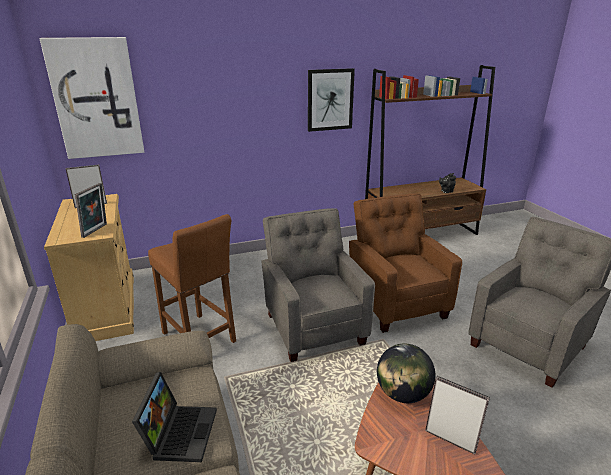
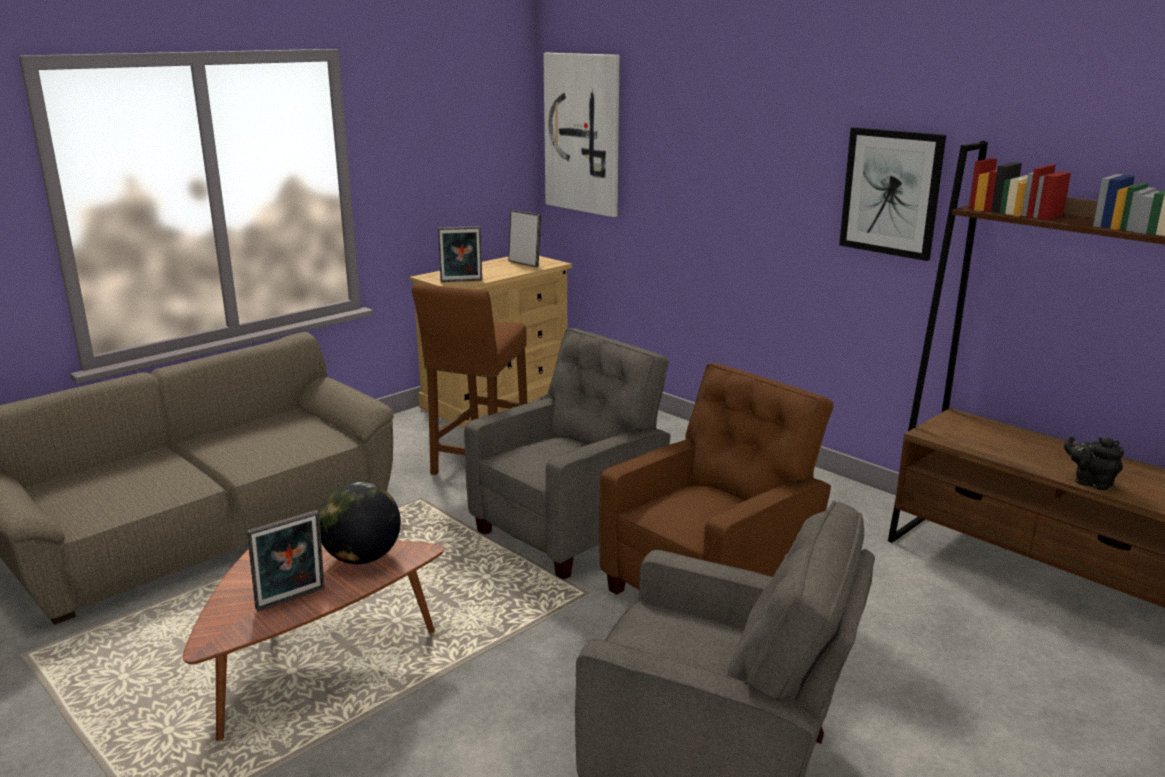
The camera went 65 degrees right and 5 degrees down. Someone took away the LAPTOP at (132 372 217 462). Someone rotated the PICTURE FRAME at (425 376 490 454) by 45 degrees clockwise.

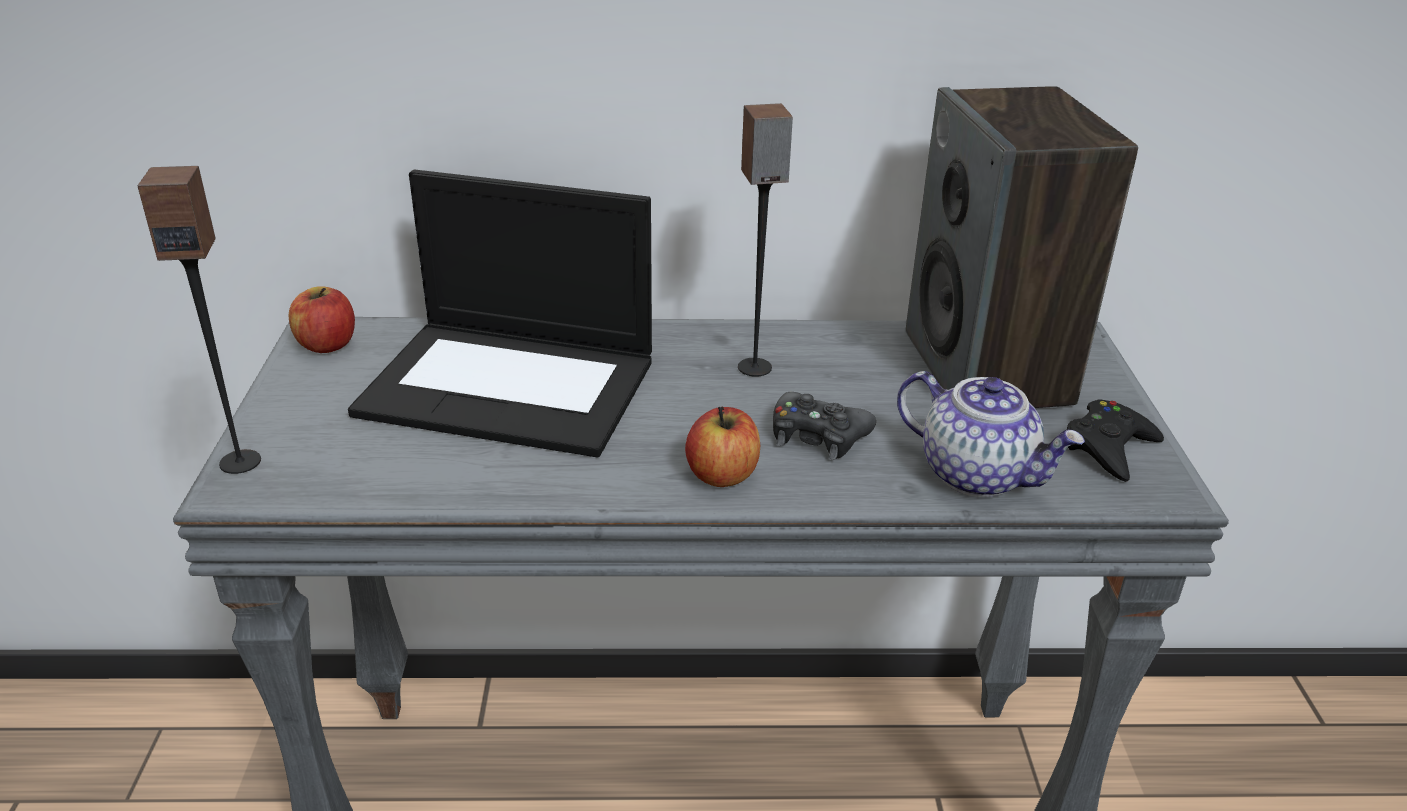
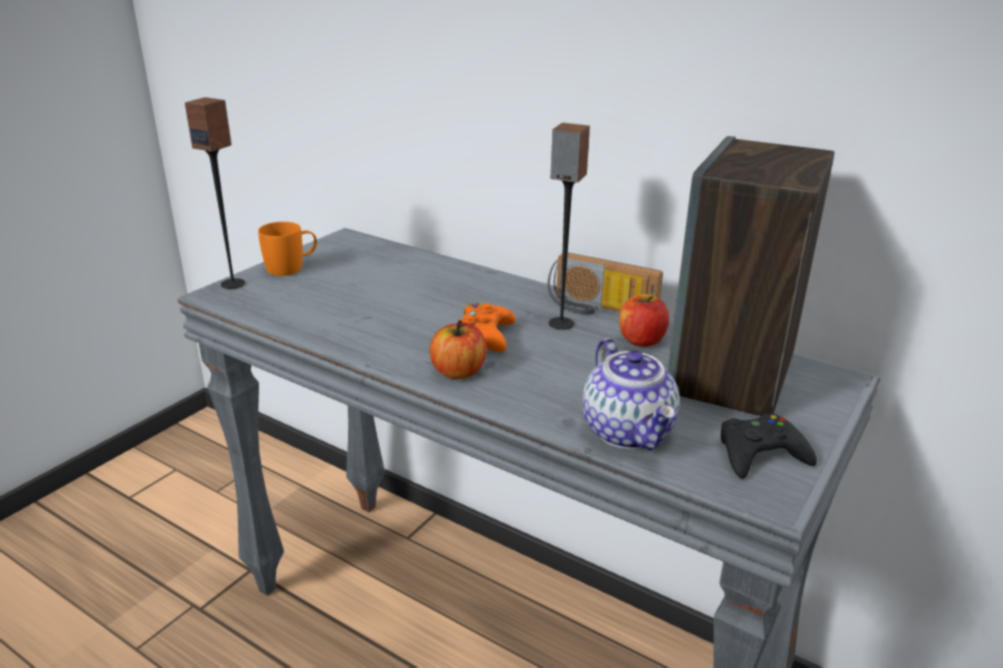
The camera went 35 degrees right and 5 degrees down. Someone took away the LAPTOP at (348 169 652 457). Someone took away the BLACK GAME CONTROLLER at (773 392 876 460). Someone put down the ORANGE MUG at (258 222 317 276). Someone put down the ORANGE GAME CONTROLLER at (461 303 515 352). Someone put down the RADIO at (548 253 663 315). Someone carried the APPLE from (288 286 355 353) to (619 294 669 346).

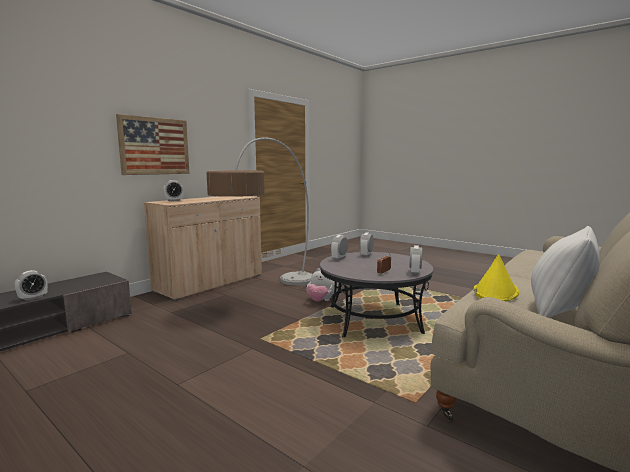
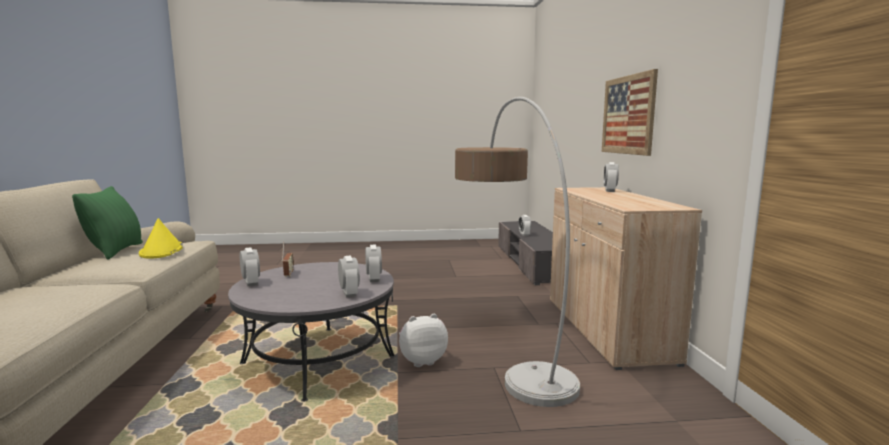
The camera went 135 degrees right and 0 degrees up. Someone repainted the WHITE PILLOW at (531 226 600 318), which became the GREEN PILLOW at (72 186 143 260).

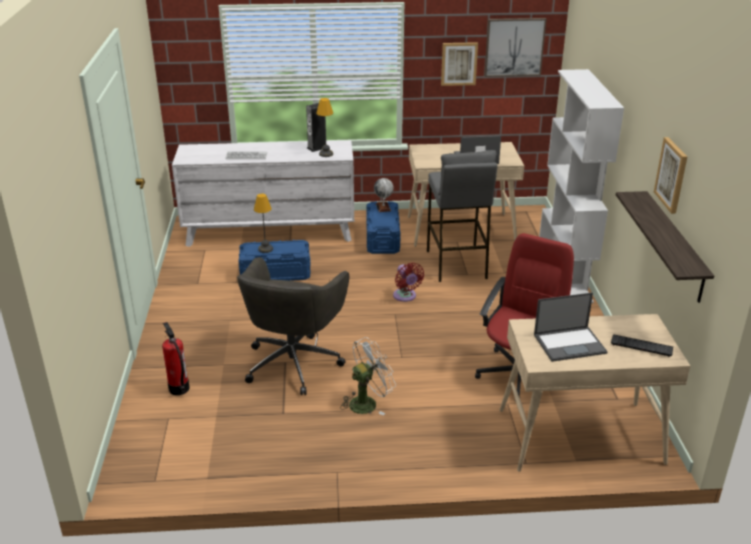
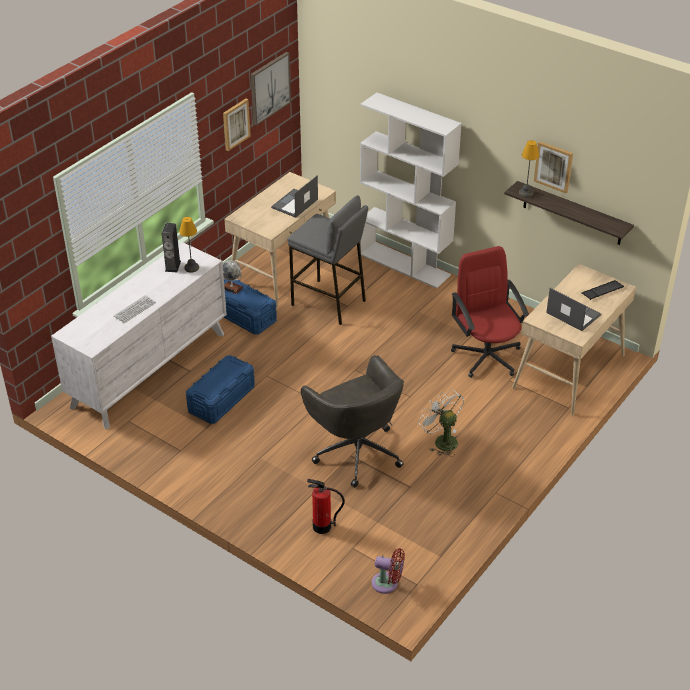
The camera went 50 degrees left and 10 degrees up. Someone carried the TABLE LAMP from (254 194 273 253) to (519 140 539 198). Someone carried the RED FAN from (393 263 424 302) to (372 548 405 594). Someone rotated the WHITE FAN at (340 337 396 415) by 45 degrees counterclockwise. Someone rotated the LAPTOP at (534 292 608 362) by 75 degrees counterclockwise.

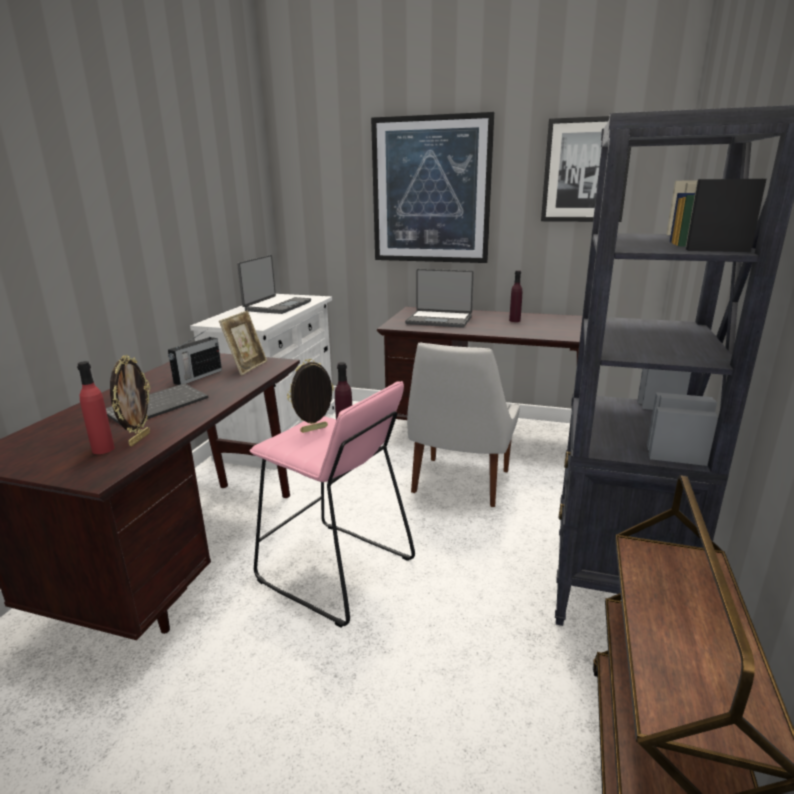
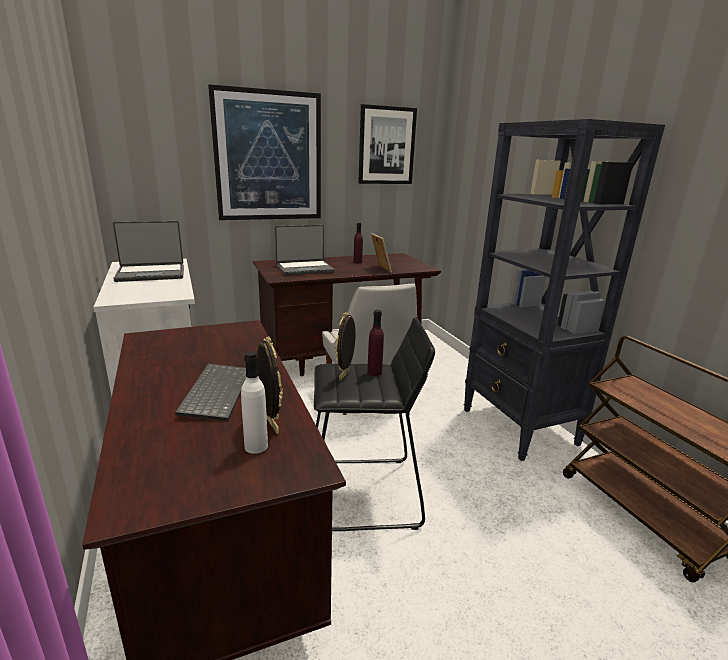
The camera went 40 degrees left and 0 degrees up. Someone took away the RADIO at (168 331 222 385). Someone carried the PICTURE FRAME from (219 310 267 376) to (371 233 392 273). Someone repainted the RED BOTTLE at (77 361 115 454), which became the WHITE BOTTLE at (241 351 268 454). Someone repainted the PINK STOOL at (250 381 415 628), which became the BLACK STOOL at (314 317 435 531). Someone rotated the LAPTOP at (237 255 311 314) by 90 degrees clockwise.

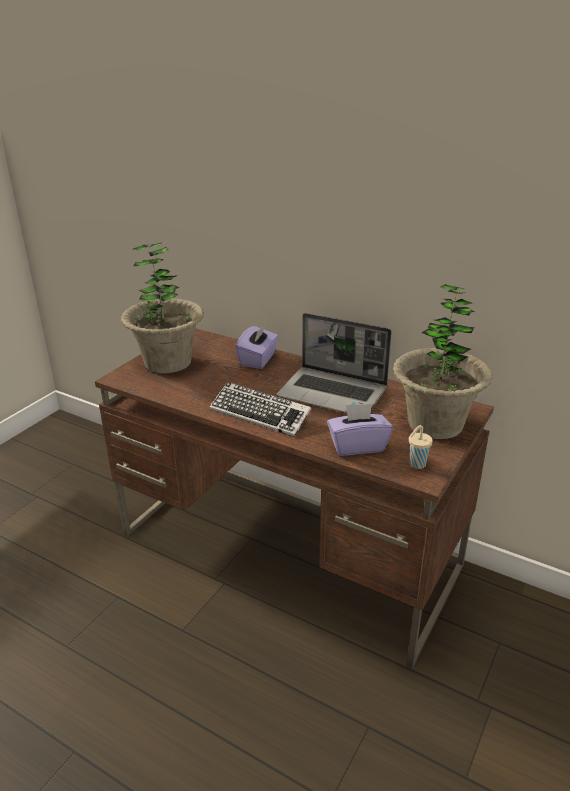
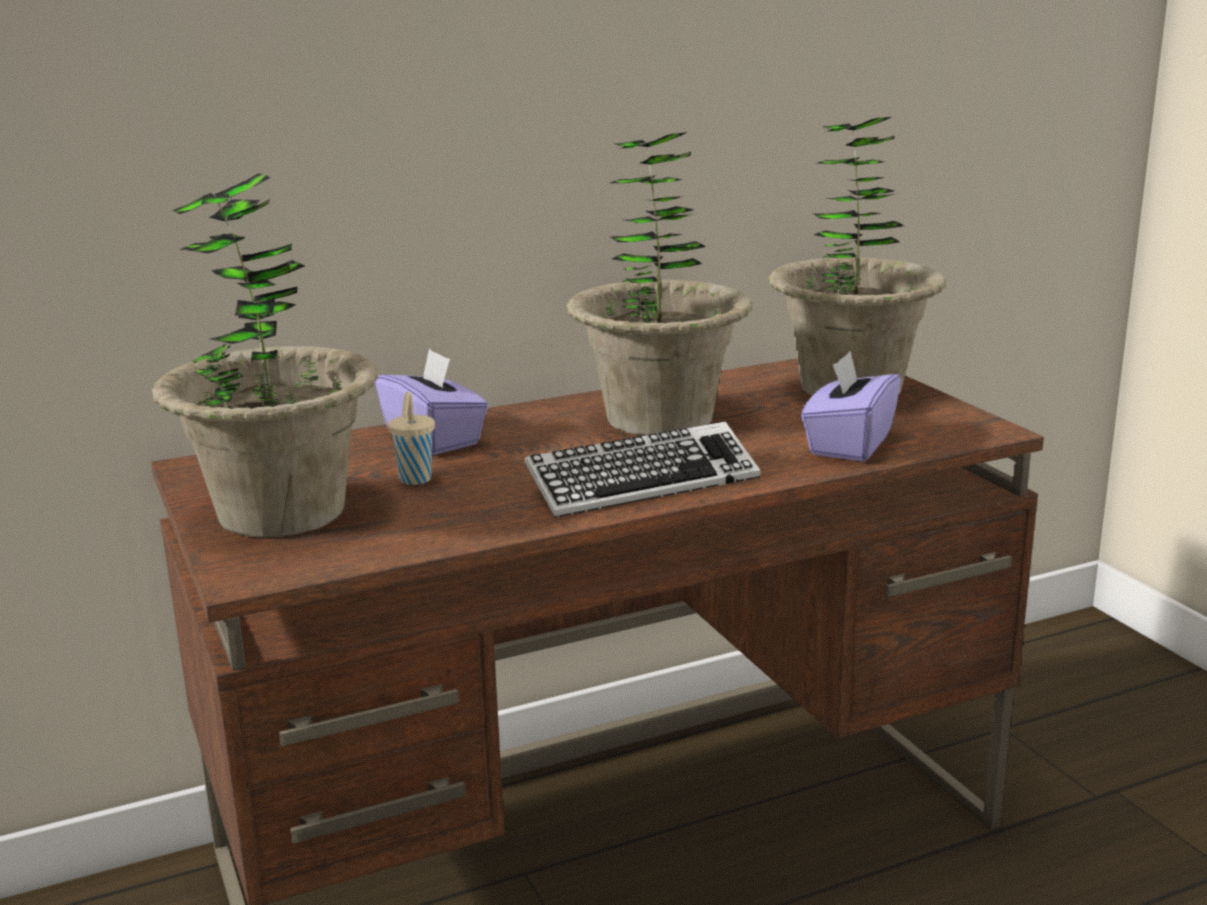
The camera went 55 degrees left and 10 degrees down. Someone carried the BEIGE CUP from (409 425 433 469) to (388 392 435 485). Someone swapped the LAPTOP at (276 313 392 413) for the POTTED PLANT at (567 132 752 436).

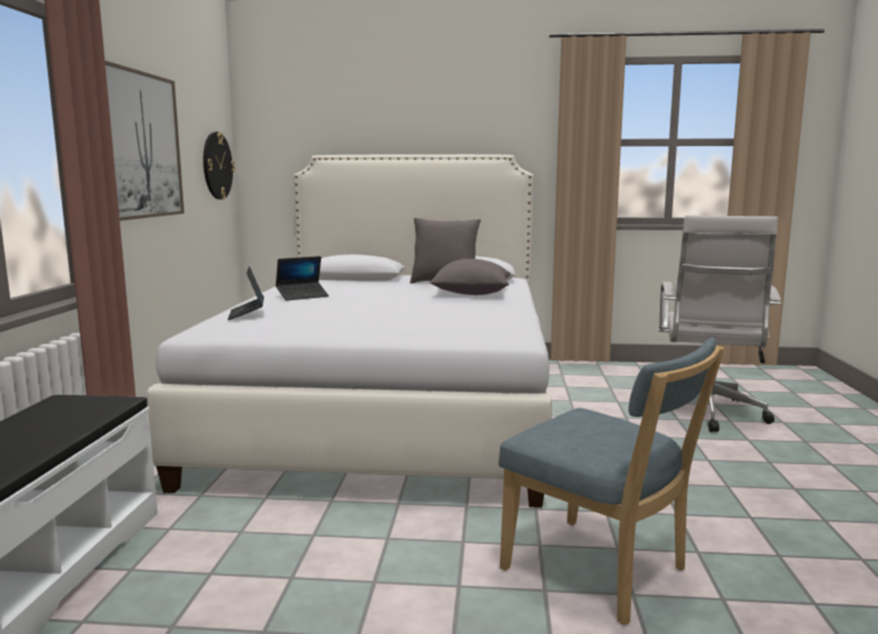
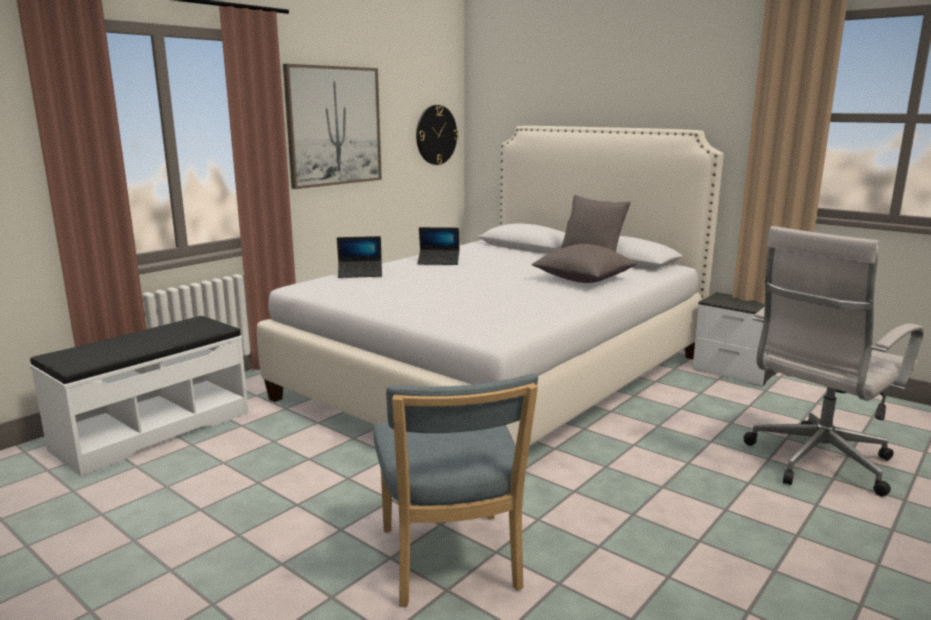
The camera went 35 degrees right and 5 degrees up. Someone put down the NIGHTSTAND at (692 292 778 386). Someone rotated the LAPTOP at (228 266 264 320) by 120 degrees counterclockwise.

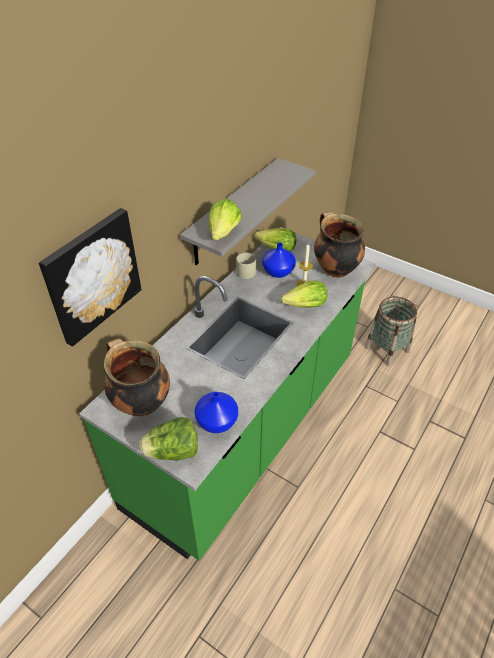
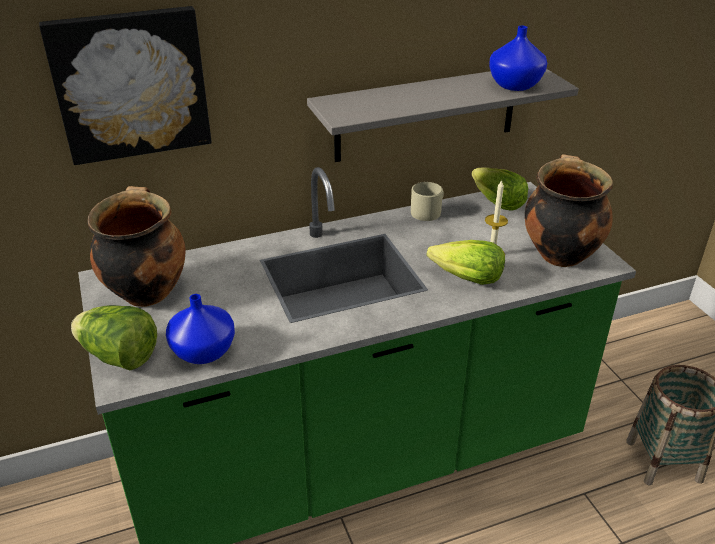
The camera went 35 degrees right and 10 degrees down. Someone took away the LETTUCE at (209 198 242 240). Someone carried the BLUE VASE from (262 242 296 278) to (489 26 547 91).

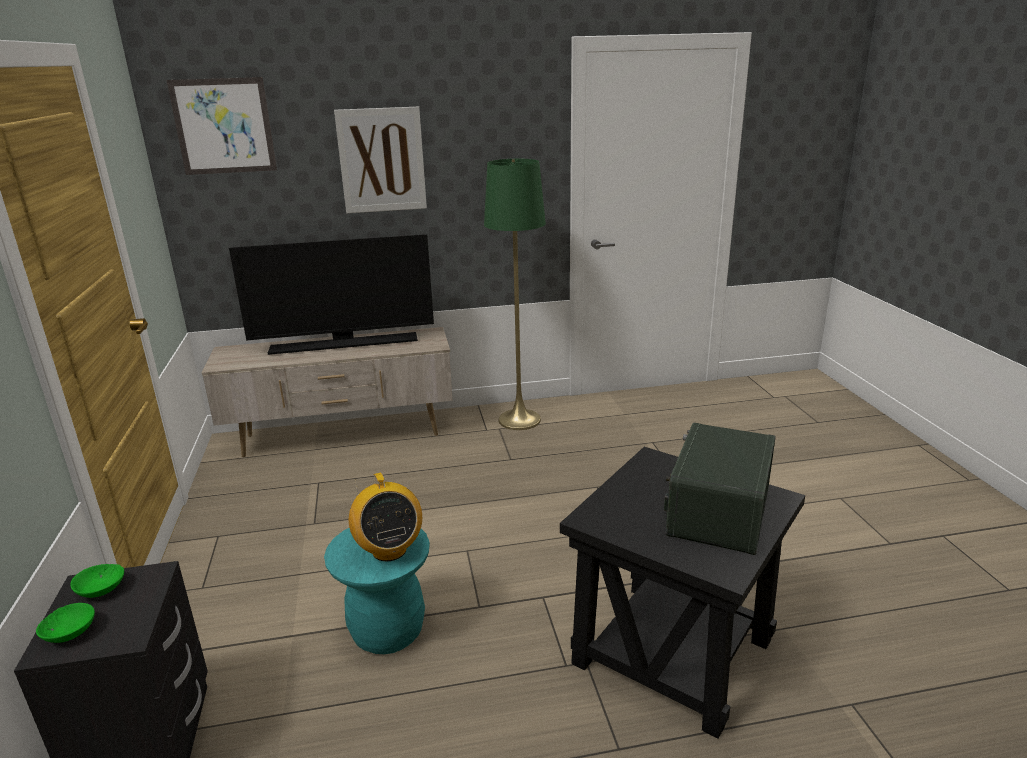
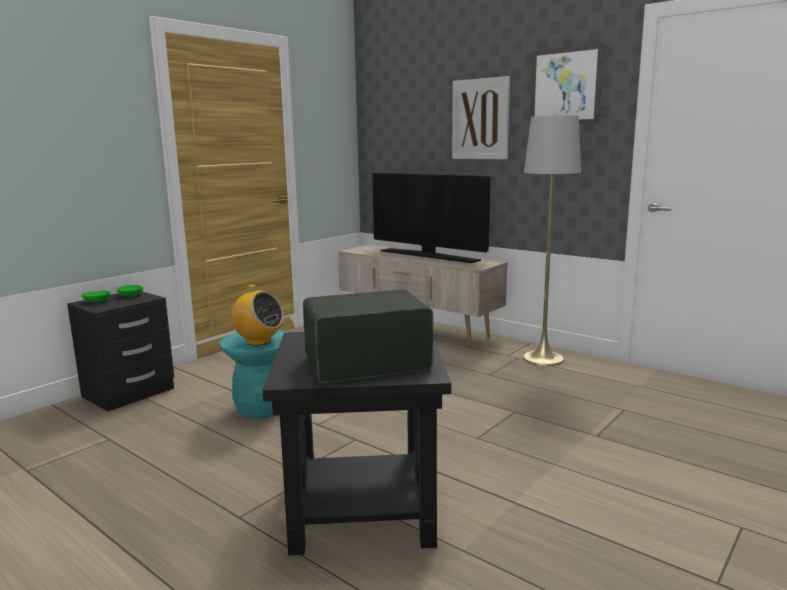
The camera went 50 degrees right and 10 degrees down. Someone carried the PICTURE from (166 77 277 175) to (530 43 604 124). Someone repainted the GREEN FLOOR LAMP at (484 159 546 430), which became the GREY FLOOR LAMP at (523 114 581 366). Someone rotated the RADIO at (349 473 422 561) by 90 degrees counterclockwise.

